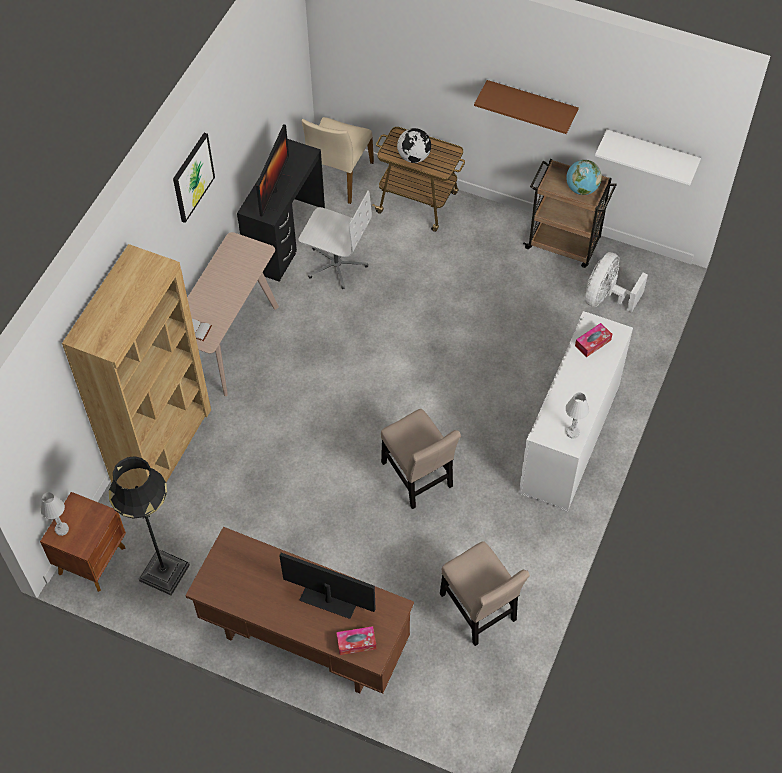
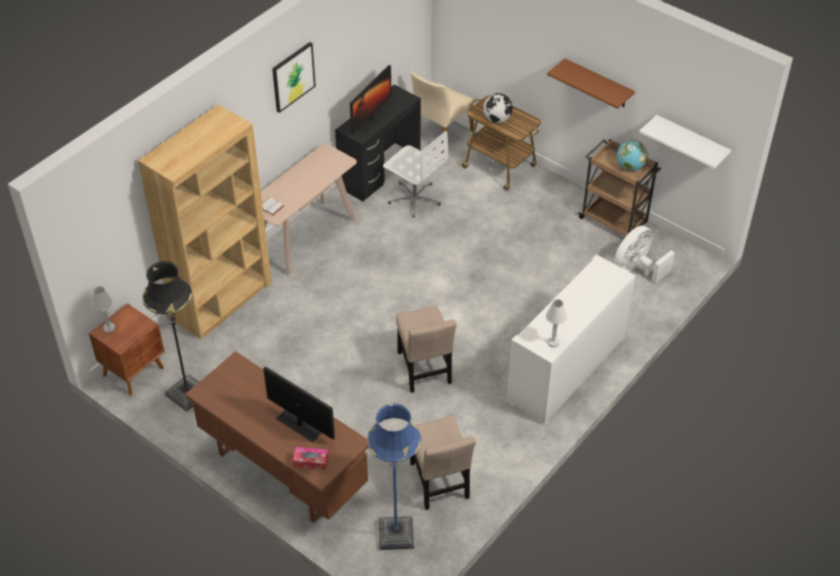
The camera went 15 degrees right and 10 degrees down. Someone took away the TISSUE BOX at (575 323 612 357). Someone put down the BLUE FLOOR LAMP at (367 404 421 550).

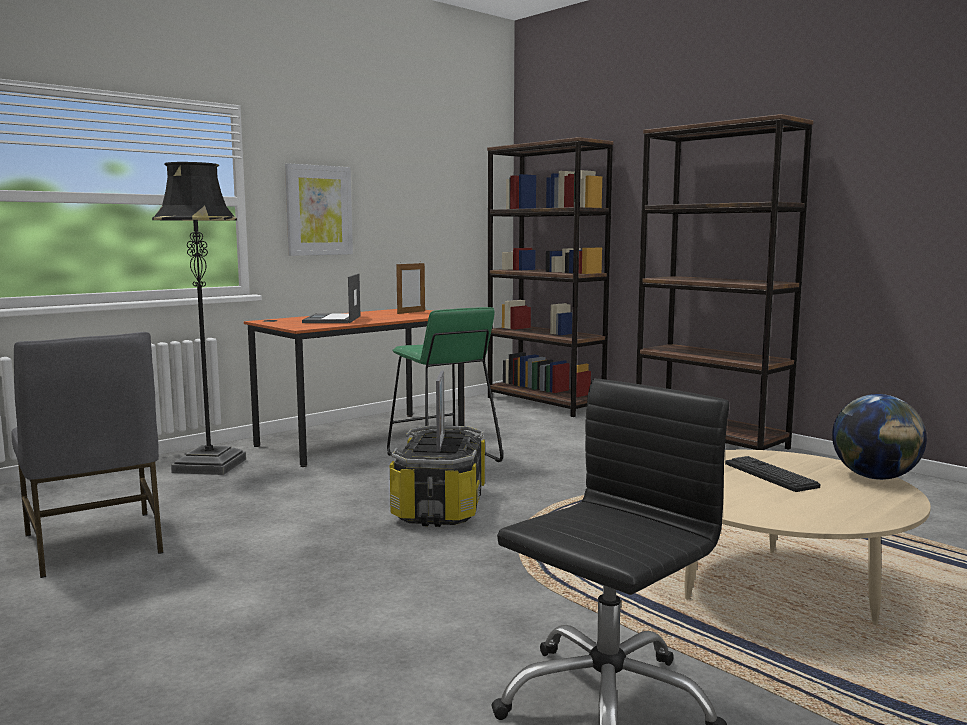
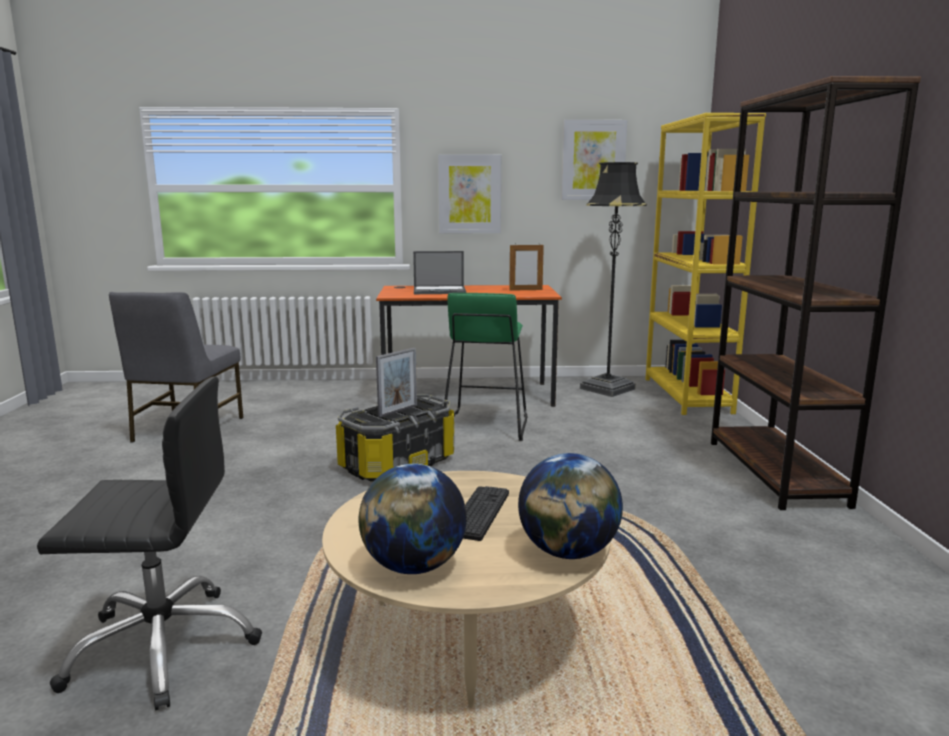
The camera went 40 degrees right and 5 degrees up. Someone put down the GLOBE at (359 464 467 574). Someone put up the PICTURE at (561 120 627 200). Someone carried the BLACK FLOOR LAMP from (152 162 246 475) to (580 162 647 397). Someone repainted the BROWN BOOKCASE at (487 137 614 417), which became the YELLOW BOOKCASE at (645 113 766 415). Someone rotated the LAPTOP at (302 274 360 323) by 135 degrees counterclockwise.

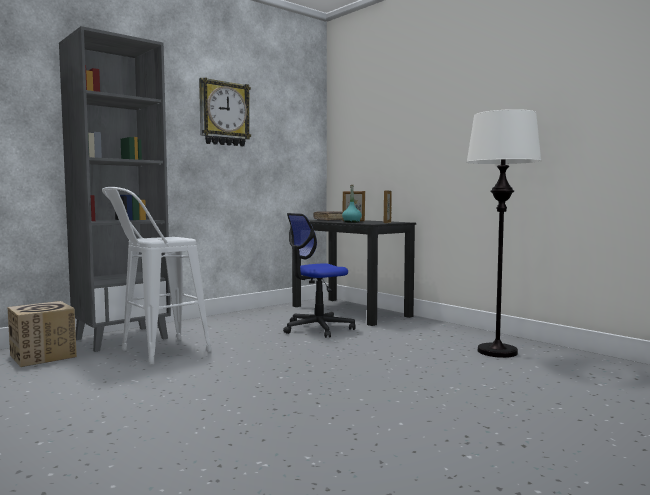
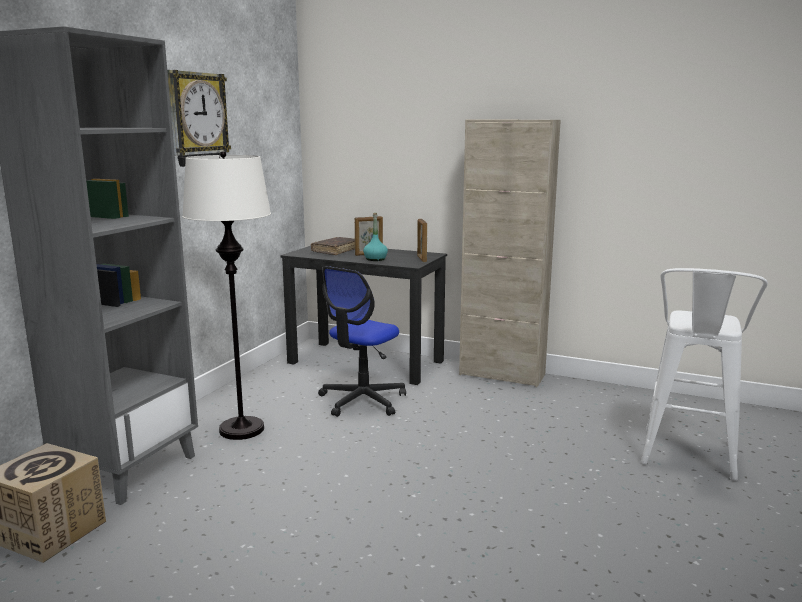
The camera went 25 degrees left and 10 degrees up. Someone put down the BEIGE CABINET at (459 119 561 387). Someone carried the WHITE STOOL from (102 187 212 365) to (641 268 768 481). Someone carried the WHITE FLOOR LAMP from (466 109 542 358) to (182 151 271 440).

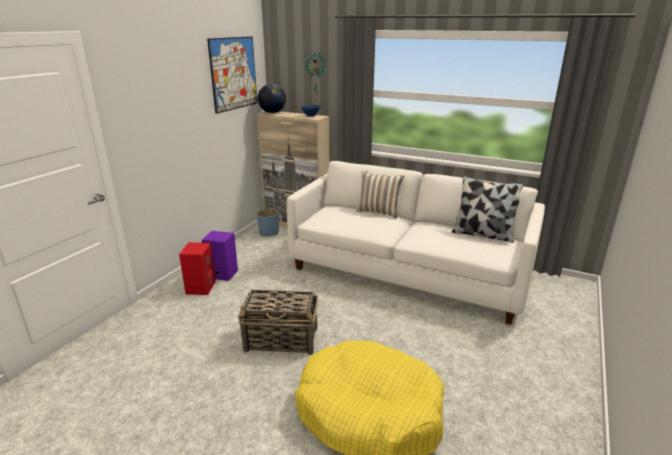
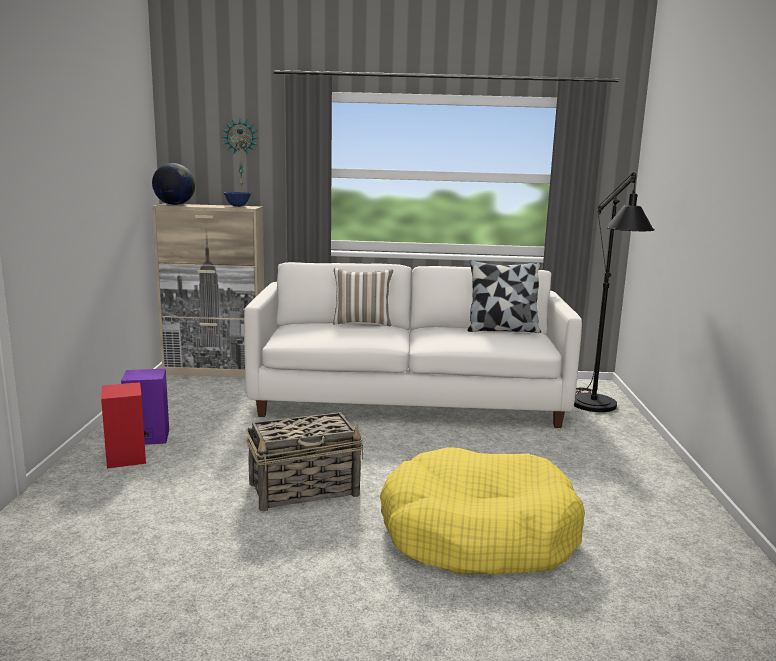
The camera went 25 degrees left and 10 degrees down. Someone took away the PICTURE at (207 37 257 114). Someone took away the BLUE PLANTER at (257 209 279 236). Someone put down the BLACK FLOOR LAMP at (574 172 655 412).

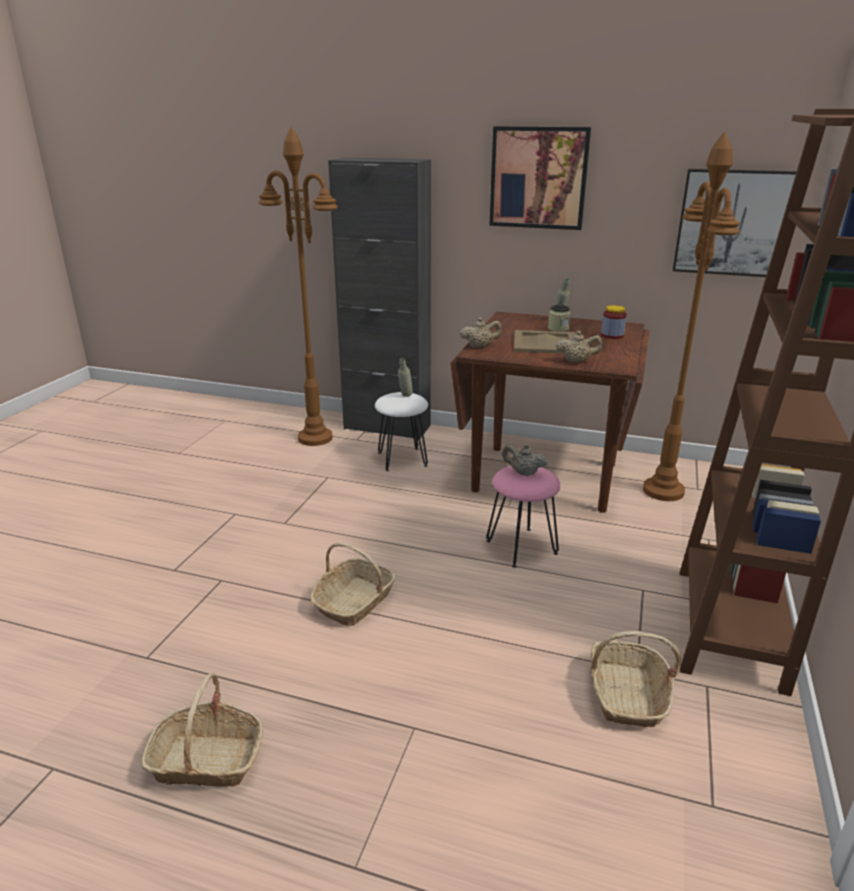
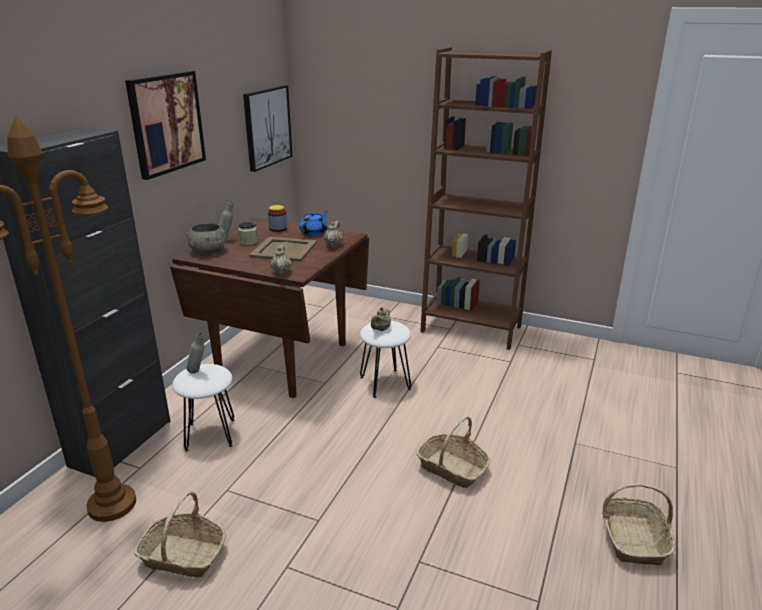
The camera went 85 degrees left and 0 degrees up. Someone took away the BROWN FLOOR LAMP at (643 131 740 501). Someone put down the GREY BOWL at (186 223 226 254). Someone put down the BLUE TEAPOT at (299 211 327 236). Someone carried the BASKET from (590 631 681 727) to (134 491 226 578). Someone repainted the PINK STOOL at (486 466 561 568), which became the WHITE STOOL at (360 321 411 398).

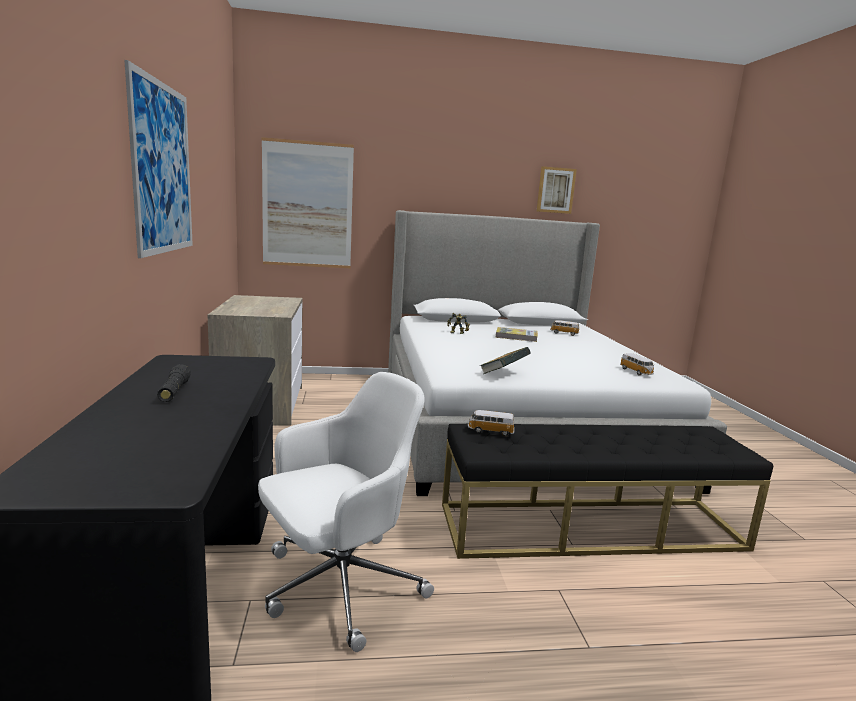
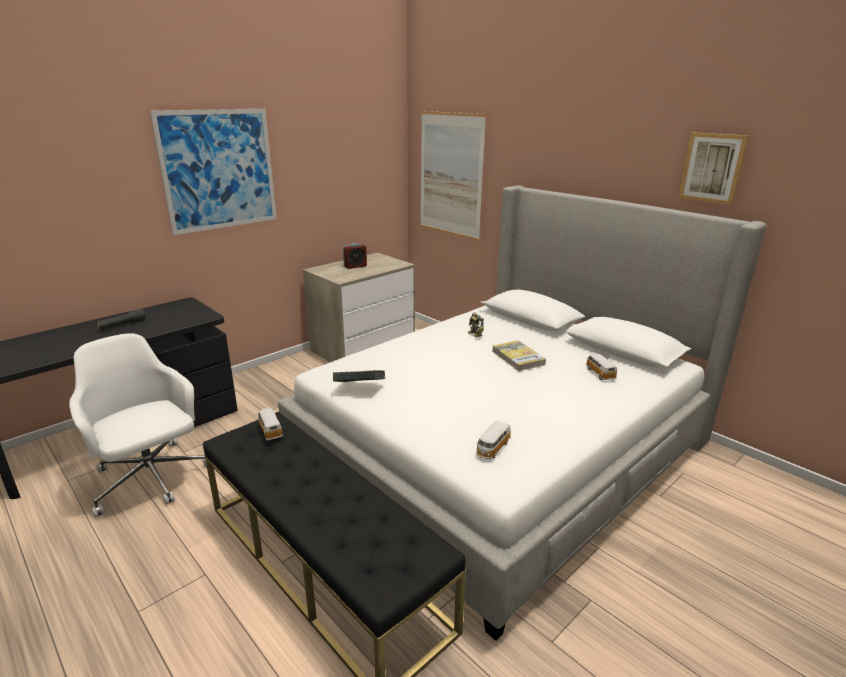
The camera went 55 degrees right and 10 degrees up. Someone put down the ALARM CLOCK at (343 243 367 269). Someone rotated the WHITE OFFICE CHAIR at (258 372 434 652) by 150 degrees counterclockwise.

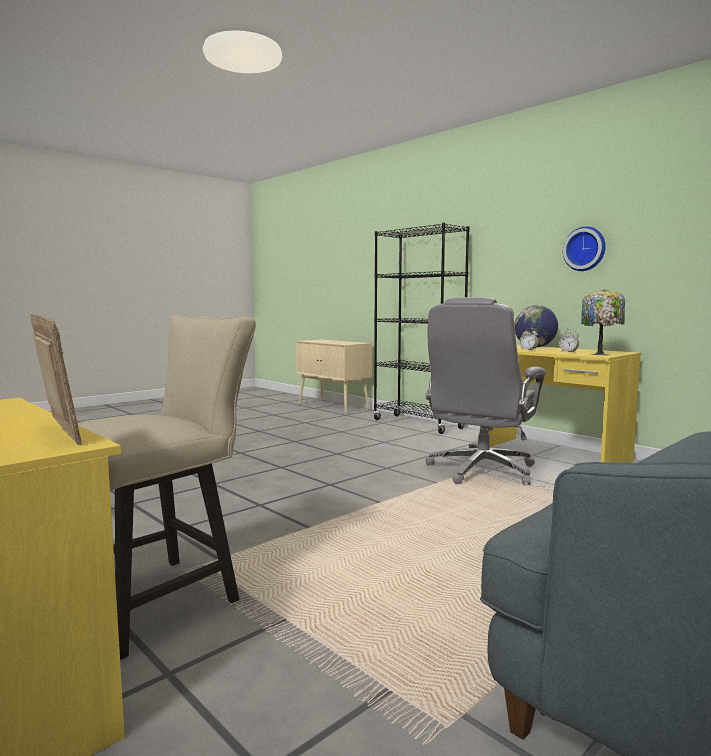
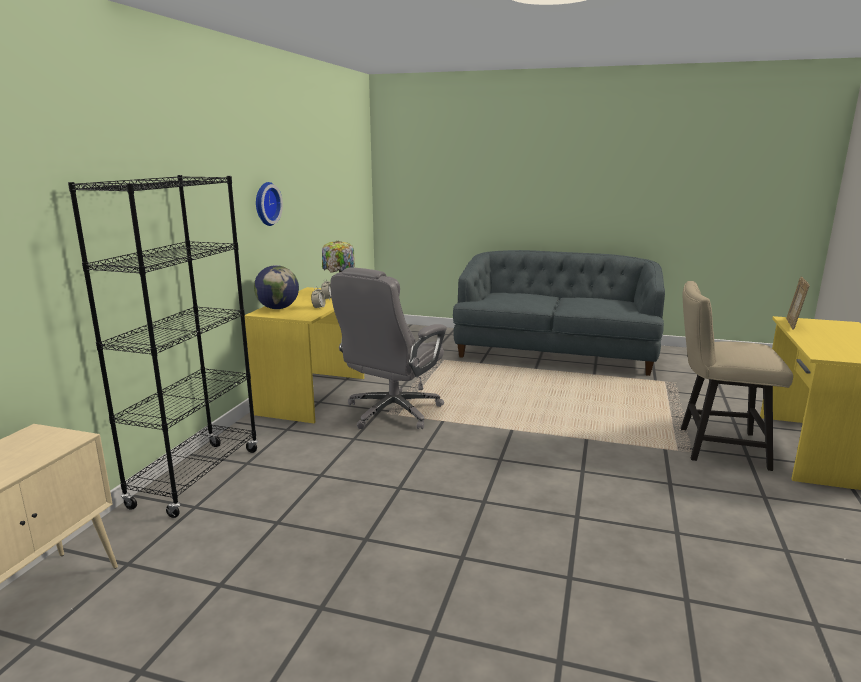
The camera went 120 degrees left and 10 degrees up. Someone rotated the GREY OFFICE CHAIR at (425 297 546 485) by 120 degrees clockwise.

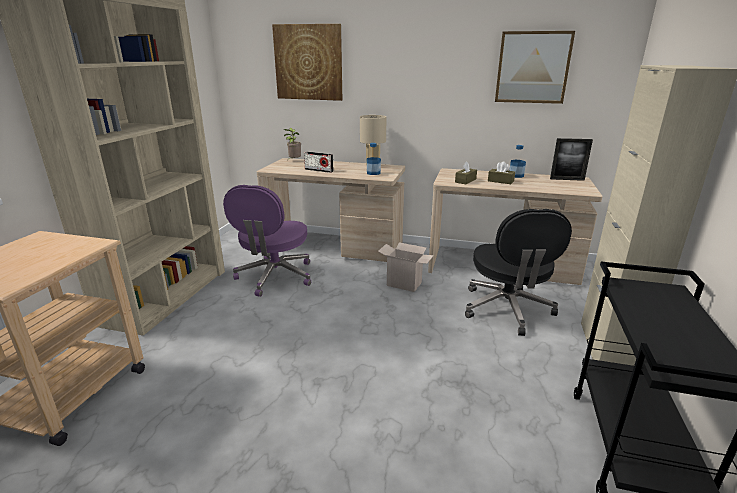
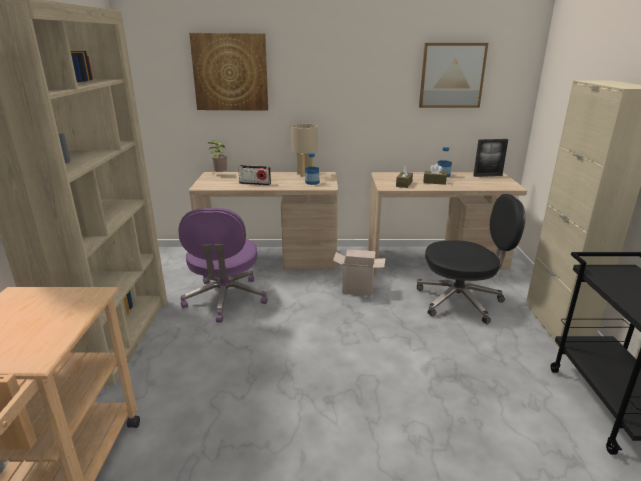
The camera went 15 degrees left and 0 degrees up. Someone rotated the BLACK OFFICE CHAIR at (465 209 572 336) by 75 degrees counterclockwise.

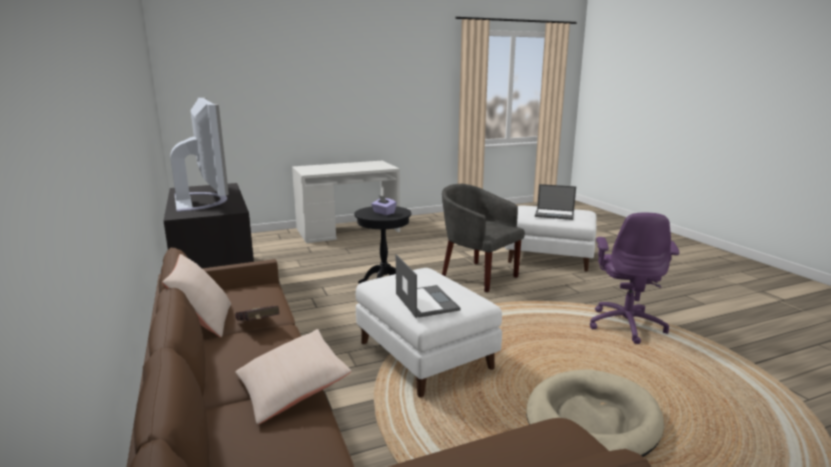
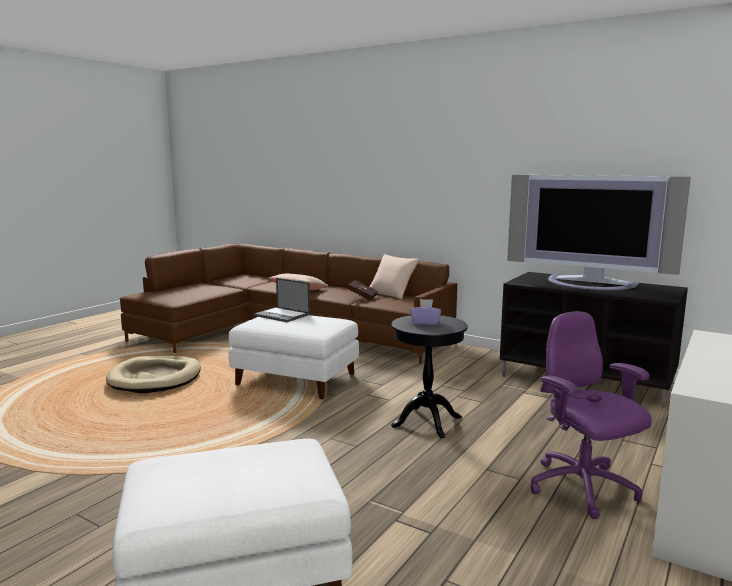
The camera went 145 degrees right and 5 degrees down. Someone took away the GREY ARMCHAIR at (442 184 525 292). Someone took away the LAPTOP at (535 184 576 220). Someone carried the PURPLE OFFICE CHAIR from (590 212 679 344) to (531 311 652 519).

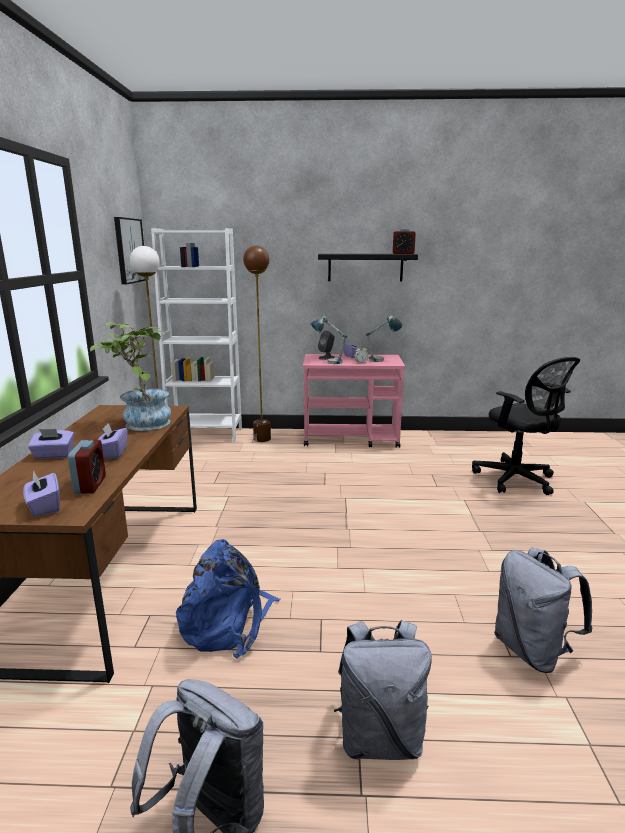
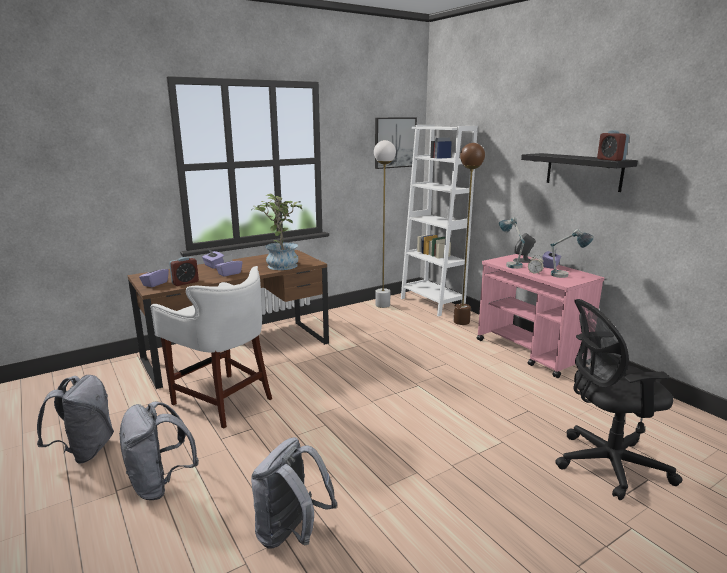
The camera went 55 degrees right and 0 degrees up. Someone swapped the BLUE BACKPACK at (176 539 281 659) for the WHITE STOOL at (151 266 272 429). Someone rotated the BLACK OFFICE CHAIR at (472 357 580 495) by 60 degrees clockwise.

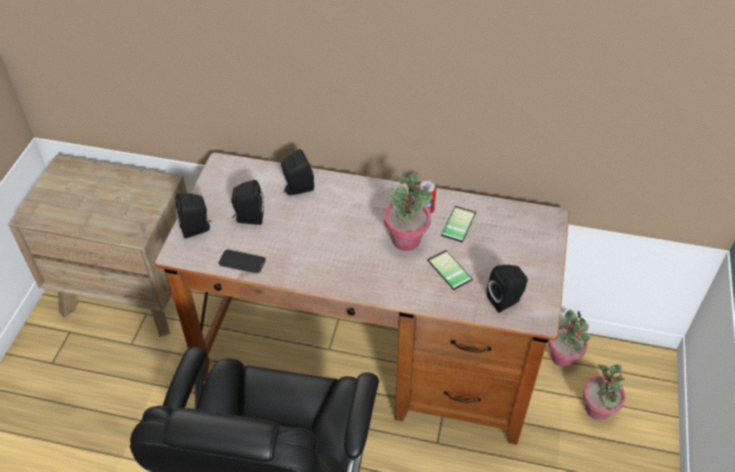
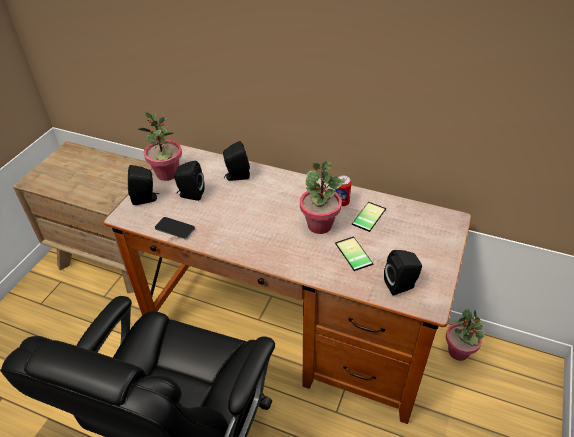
The camera went 10 degrees right and 5 degrees down. Someone carried the POTTED PLANT from (583 364 626 421) to (138 112 182 181).

